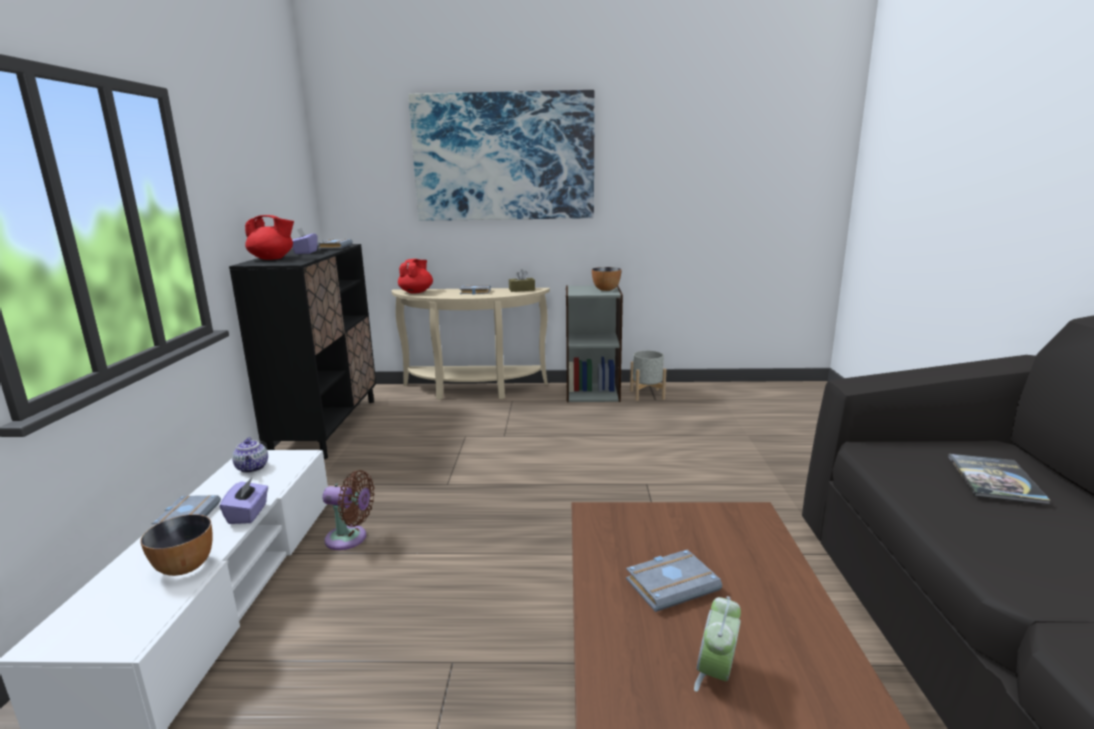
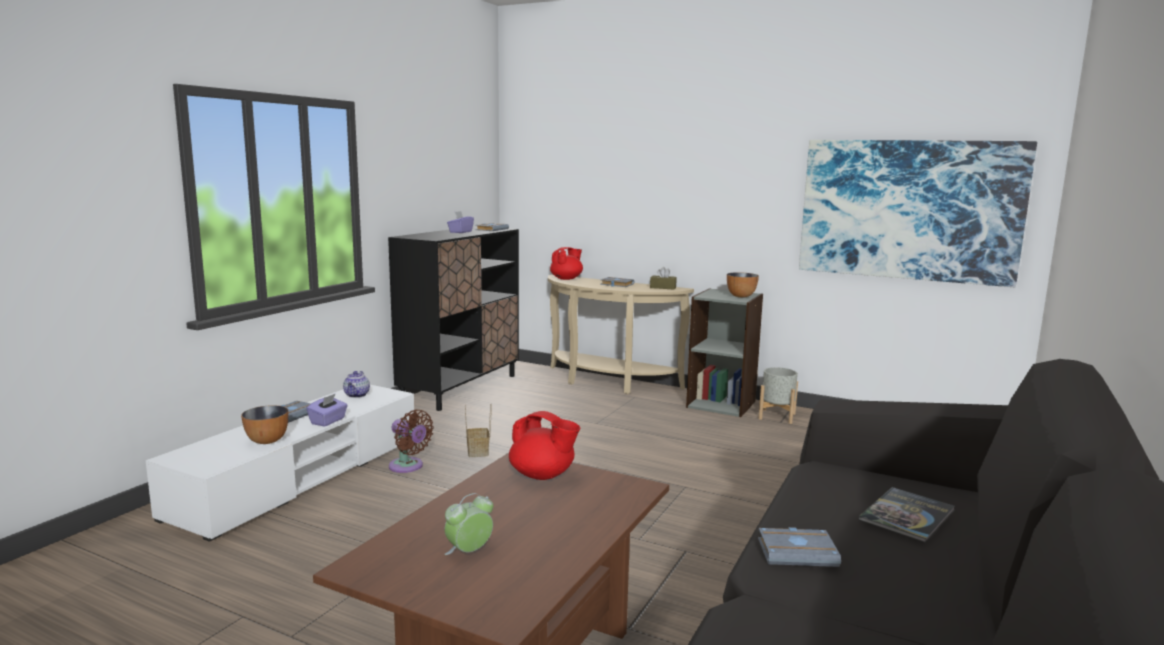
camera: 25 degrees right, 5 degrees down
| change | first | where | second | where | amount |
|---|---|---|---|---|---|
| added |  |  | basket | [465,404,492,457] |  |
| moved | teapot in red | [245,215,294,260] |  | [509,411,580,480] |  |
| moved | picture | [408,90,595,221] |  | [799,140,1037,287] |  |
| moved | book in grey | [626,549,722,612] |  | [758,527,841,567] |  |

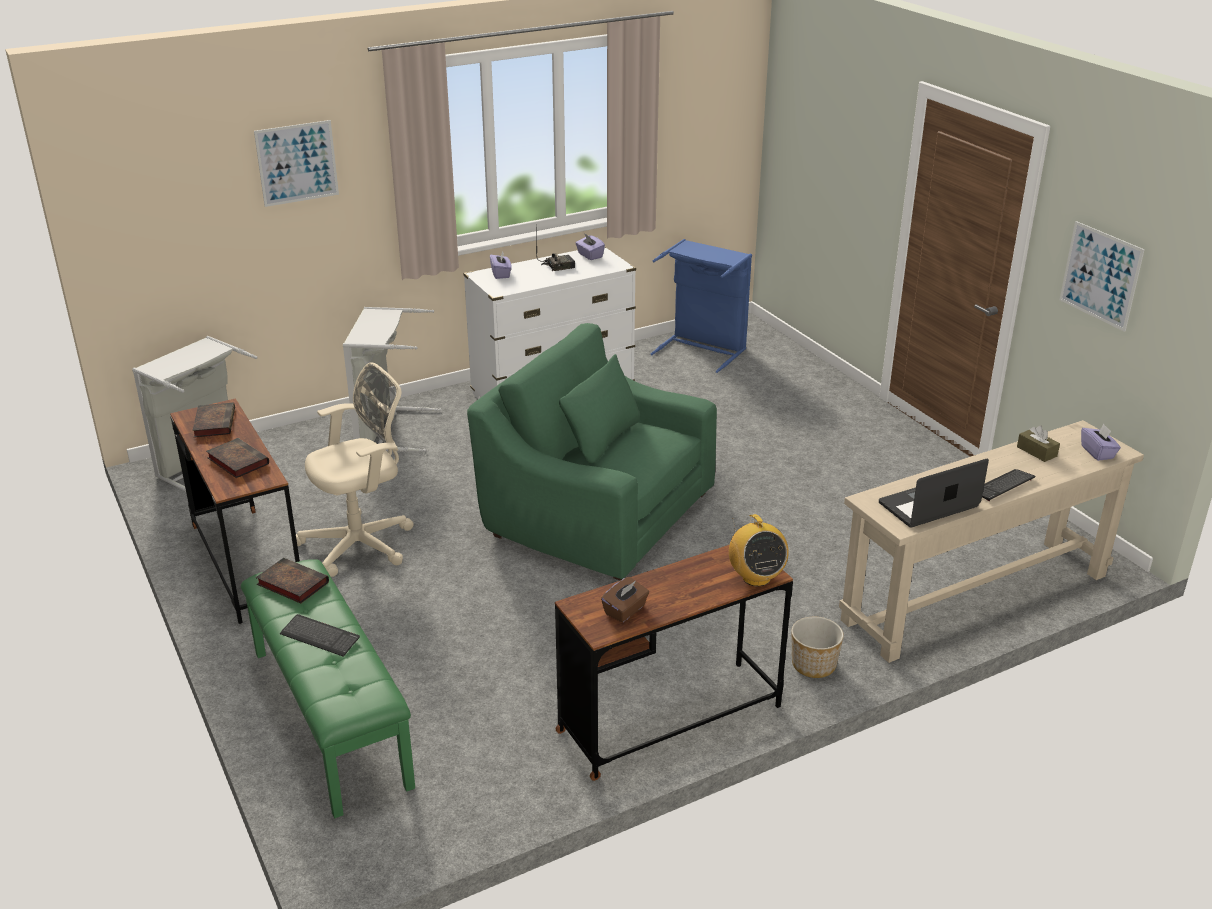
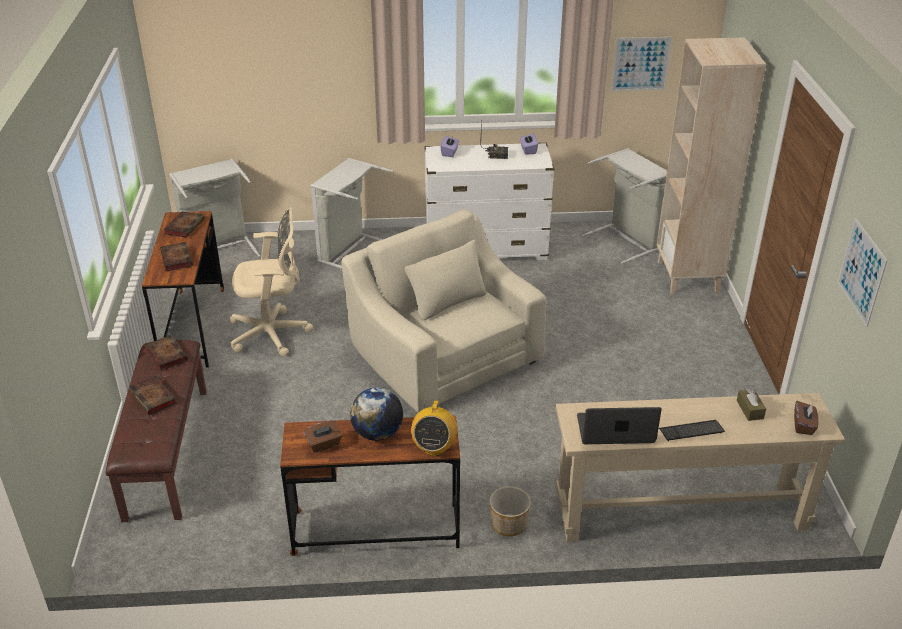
camera: 25 degrees right, 5 degrees up
| change | first | where | second | where | amount |
|---|---|---|---|---|---|
| added |  |  | globe | [350,387,403,441] |  |
| added |  |  | bookcase in beige | [657,37,766,294] |  |
| moved | picture | [254,120,339,207] |  | [611,37,672,91] |  |
| replaced | keyboard | [280,614,360,657] | book | [129,376,176,415] |  |
| recoloured | bench in green | [241,559,415,818] | bench in brown | [106,340,207,522] |  |
| recoloured | armchair in green | [467,323,717,580] | armchair in beige | [341,209,546,413] |  |
| recoloured | laundry basket in blue | [651,239,752,373] | laundry basket in grey | [581,148,667,264] |  |
| recoloured | tissue box in purple | [1081,423,1121,461] | tissue box in brown | [794,401,818,435] |  |

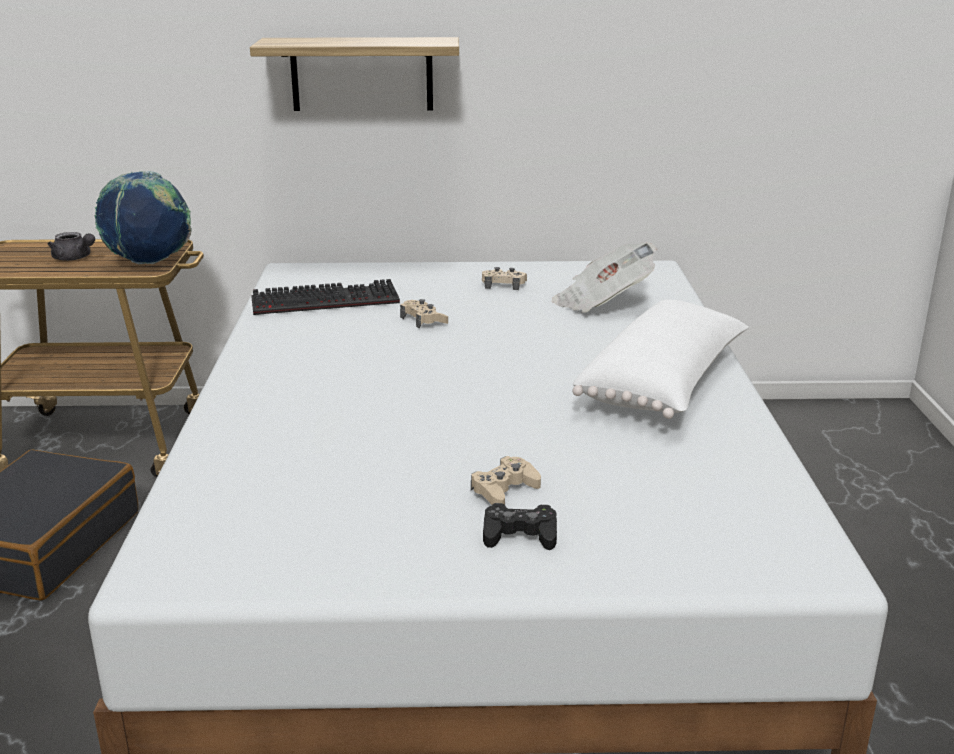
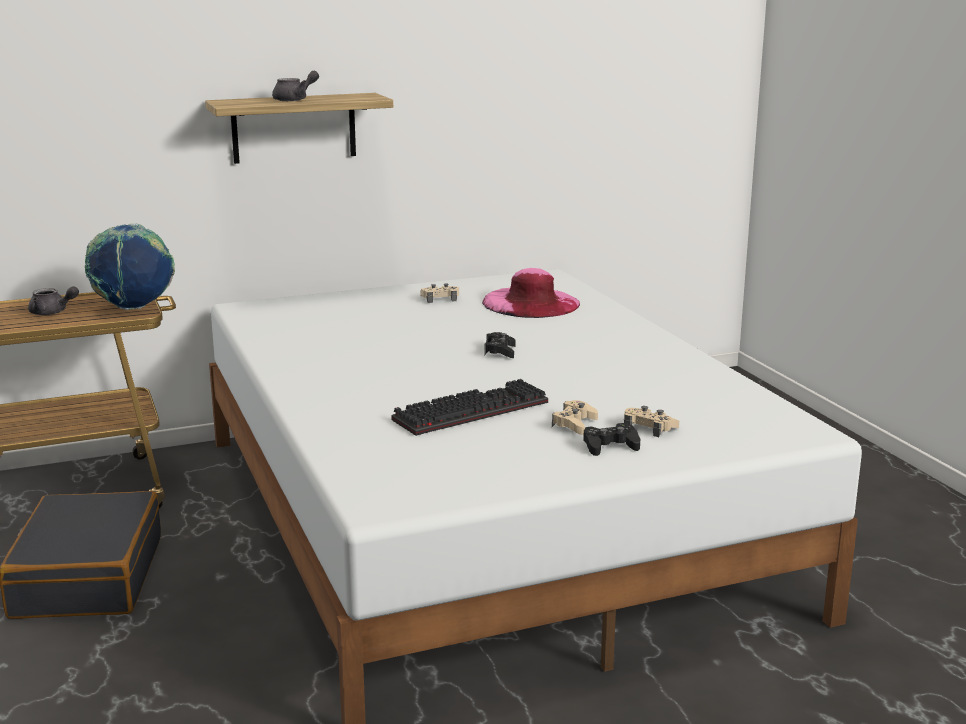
camera: 20 degrees left, 5 degrees down
| change | first | where | second | where | amount |
|---|---|---|---|---|---|
| removed | pillow in white | [572,300,749,419] |  |  |  |
| added |  |  | teapot in grey | [272,71,319,101] |  |
| added |  |  | game controller in black | [485,332,516,358] |  |
| moved | keyboard | [251,279,400,315] |  | [392,379,548,436] |  |
| moved | game controller in beige | [400,299,448,328] |  | [624,406,679,437] |  |
| replaced | newspaper | [552,243,657,313] | hat in pink | [482,268,580,318] |  |

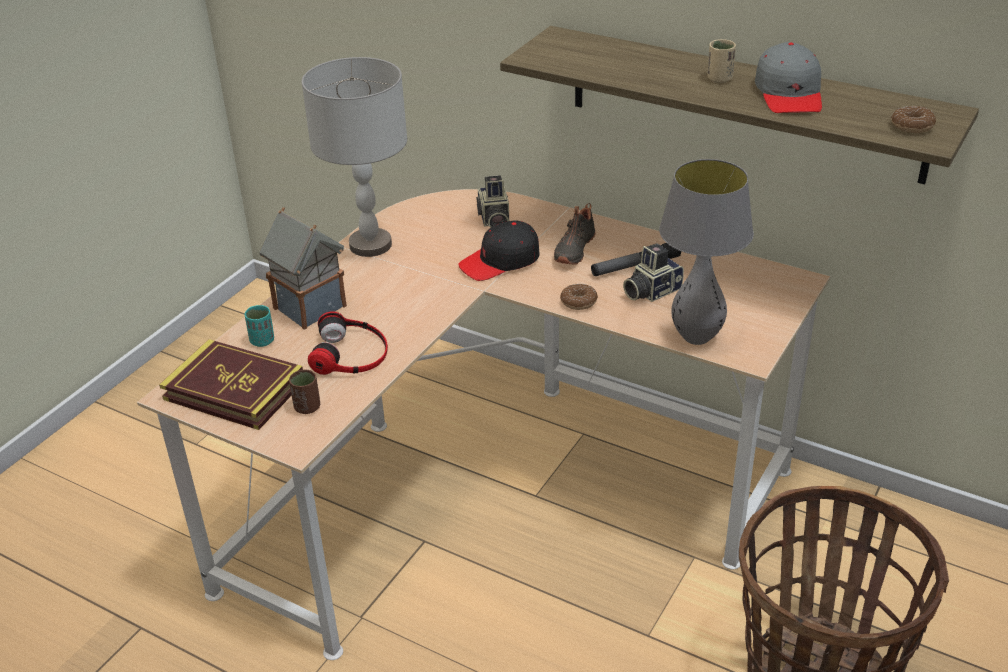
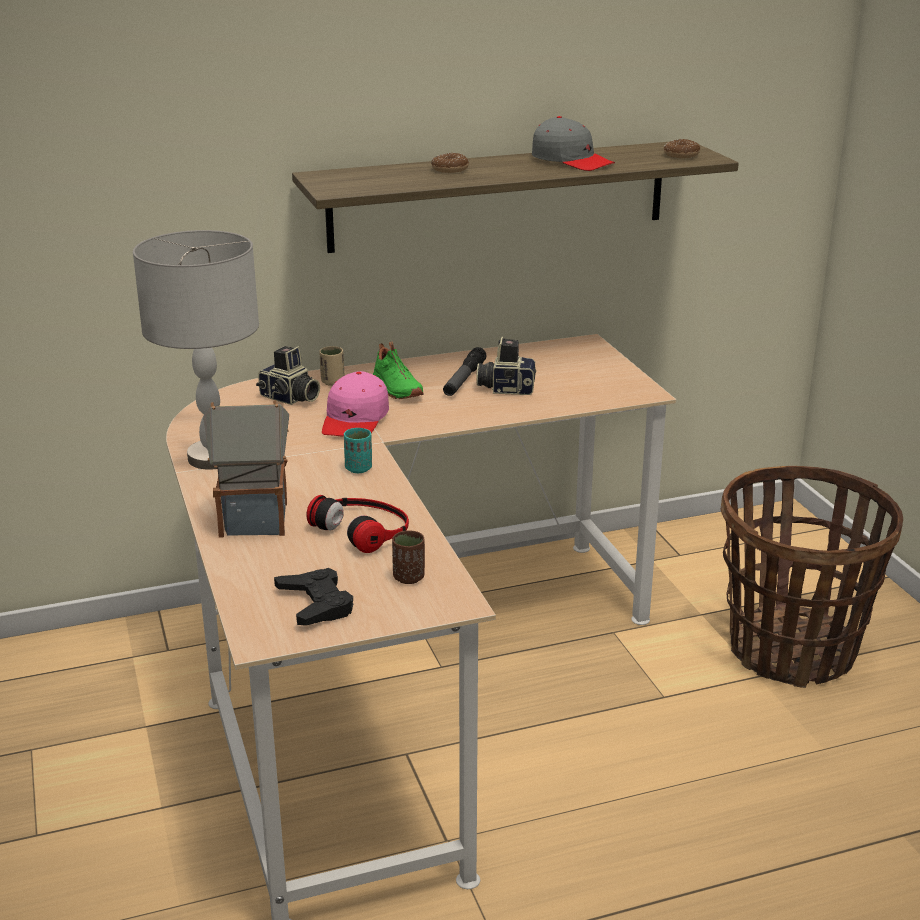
camera: 50 degrees left, 10 degrees down
| change | first | where | second | where | amount |
|---|---|---|---|---|---|
| removed | table lamp in grey | [659,159,754,345] |  |  |  |
| moved | cup in turquoise | [244,305,274,347] |  | [344,428,372,473] |  |
| moved | donut | [560,284,598,310] |  | [431,153,469,173] |  |
| moved | cup in beige | [707,39,736,83] |  | [319,346,344,386] |  |
| replaced | book | [159,339,303,430] | game controller in black | [274,568,354,626] |  |
| recoloured | cap in black | [458,221,540,281] | cap in pink | [322,371,389,437] |  |
| recoloured | shoe in black | [554,203,596,265] | shoe in green | [373,342,423,399] |  |
| turned | photo camera | [623,244,684,302] |  | [476,337,536,395] | 90 degrees clockwise |

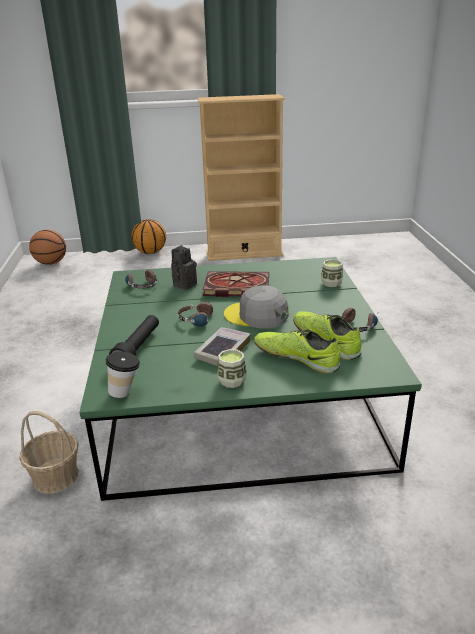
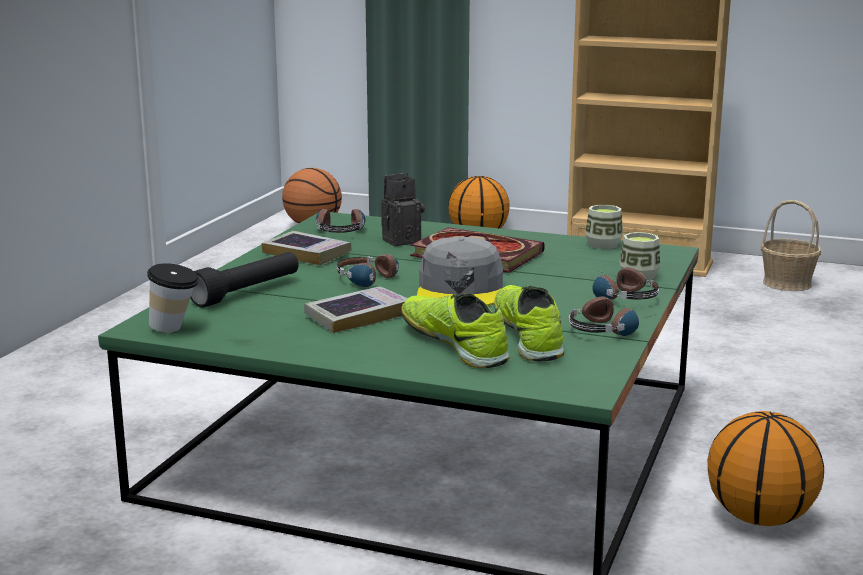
camera: 25 degrees right, 10 degrees down
| change | first | where | second | where | amount |
|---|---|---|---|---|---|
| added |  |  | book | [261,231,352,265] |  |
| added |  |  | headphones | [592,267,659,300] |  |
| added |  |  | basketball | [708,411,824,526] |  |
| moved | basket | [19,411,79,494] |  | [761,200,821,291] |  |
| moved | cup | [217,349,247,388] |  | [585,205,623,249] |  |
| turned | cap in grey | [224,285,288,328] |  | [417,237,503,306] | 135 degrees counterclockwise |

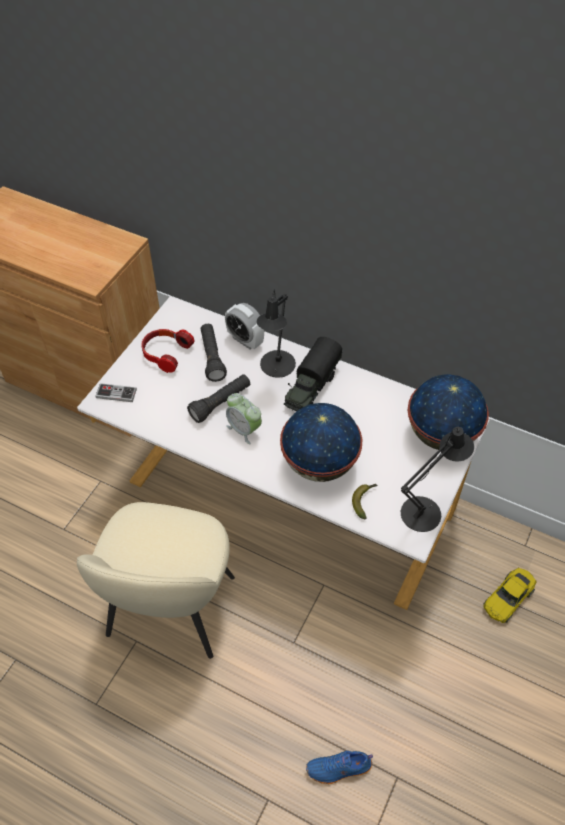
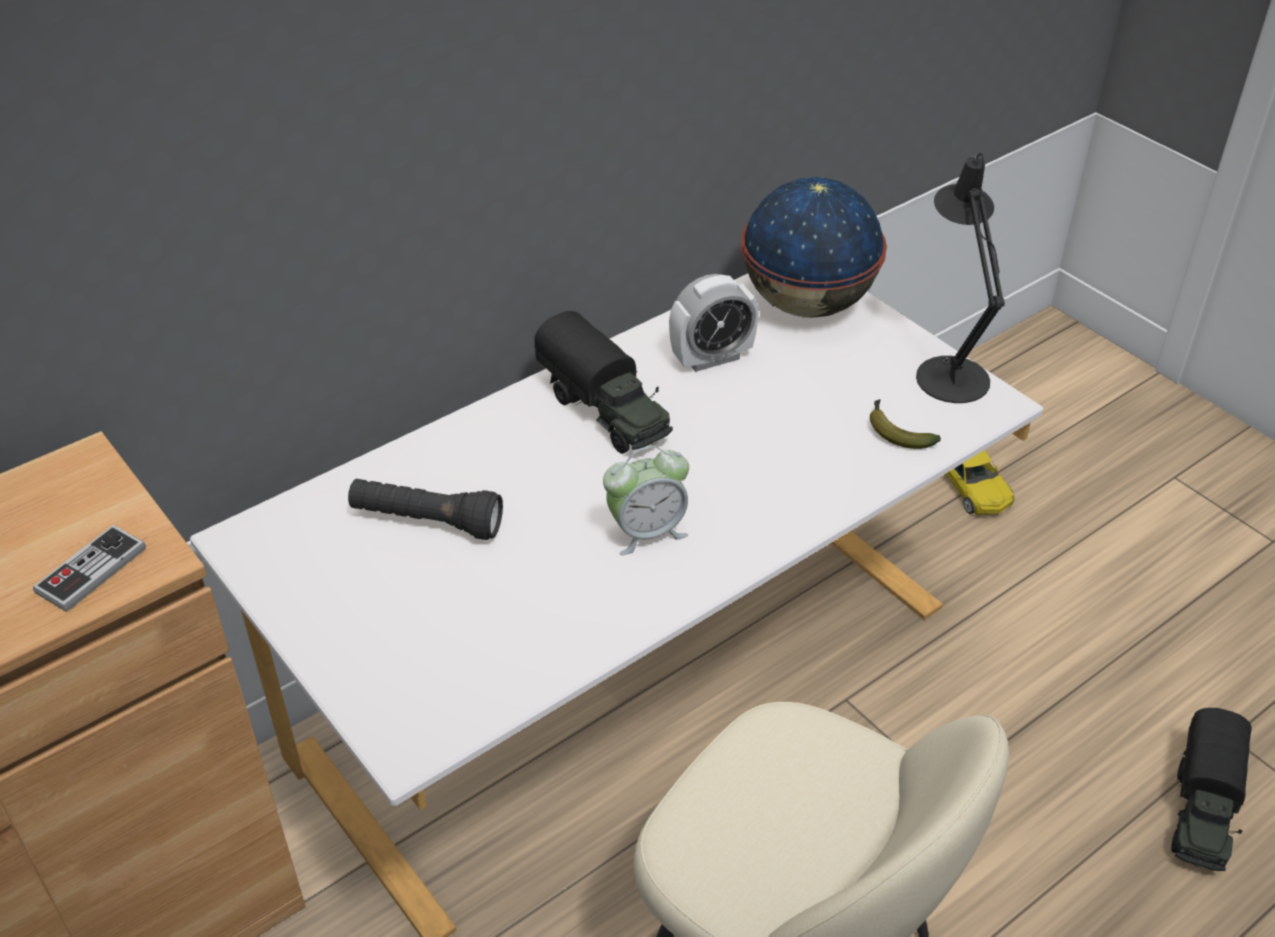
camera: 65 degrees left, 10 degrees down
| change | first | where | second | where | amount |
|---|---|---|---|---|---|
| removed | headphones | [141,329,195,373] |  |  |  |
| removed | flashlight in black | [187,374,250,423] |  |  |  |
| removed | table lamp in black | [257,289,296,378] |  |  |  |
| removed | globe | [280,403,362,482] |  |  |  |
| moved | game controller | [95,383,137,402] |  | [33,525,146,612] |  |
| moved | alarm clock | [225,303,264,350] |  | [669,274,759,372] |  |
| replaced | shoe in blue | [306,751,373,784] | toy truck | [1171,708,1252,871] |  |

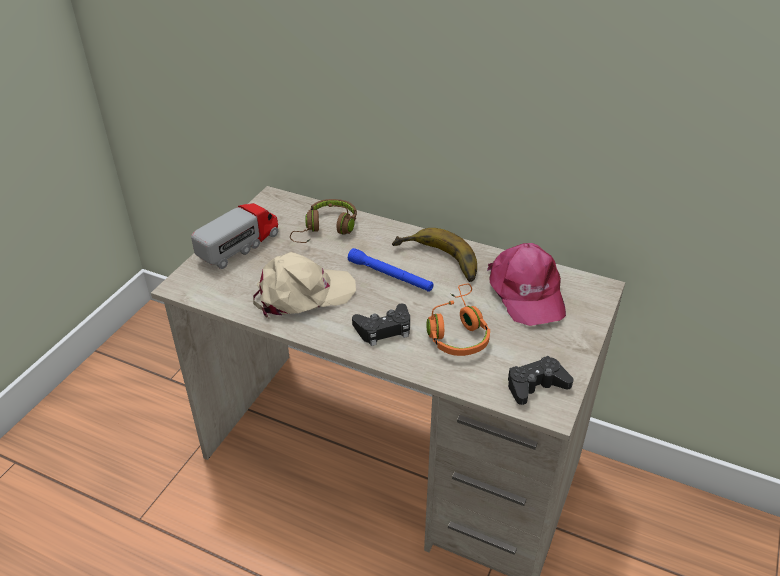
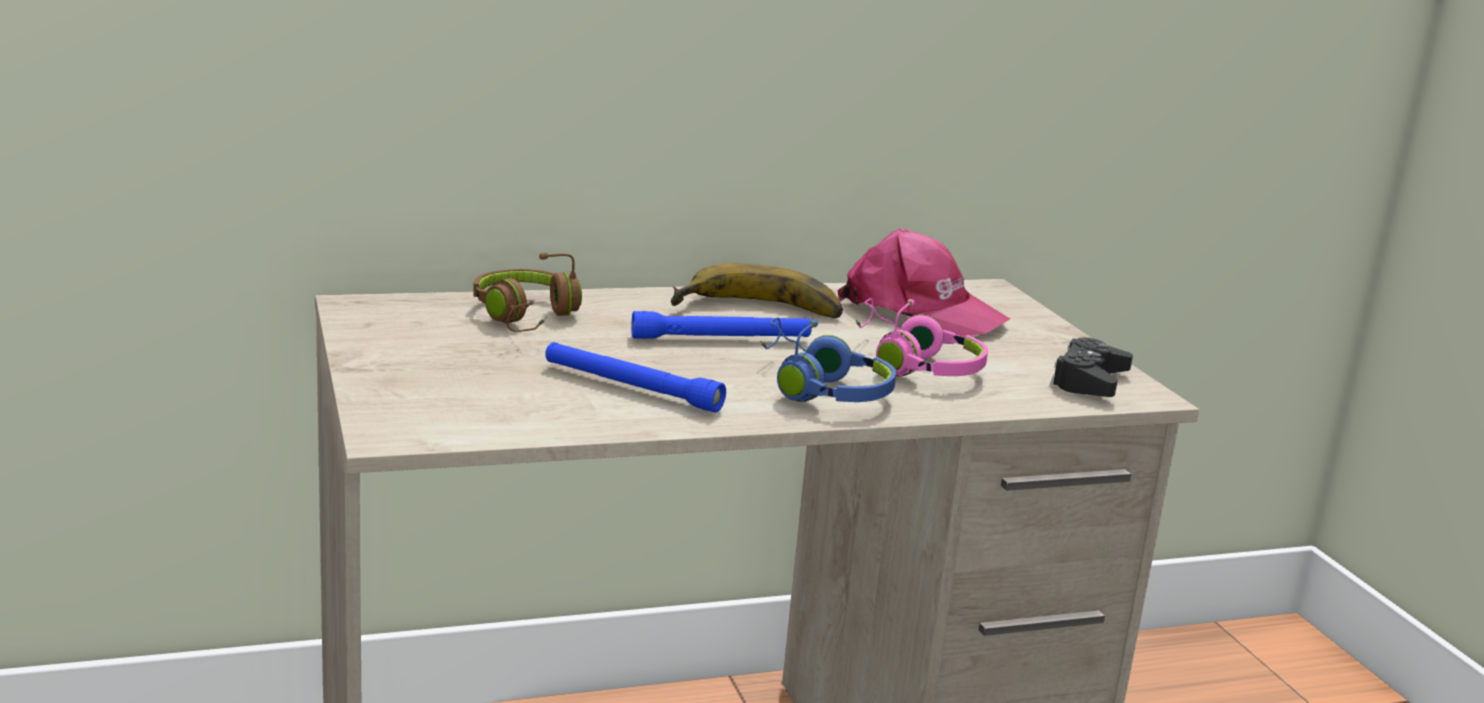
camera: 45 degrees left, 20 degrees down
| change | first | where | second | where | amount |
|---|---|---|---|---|---|
| removed | toy truck | [191,203,278,269] |  |  |  |
| replaced | cap in beige | [253,252,356,319] | flashlight in blue | [545,342,726,413] |  |
| replaced | game controller in black | [352,304,410,346] | headphones in blue | [760,317,896,402] |  |
| recoloured | headphones in orange | [426,283,490,356] | headphones in pink | [856,298,988,377] |  |

